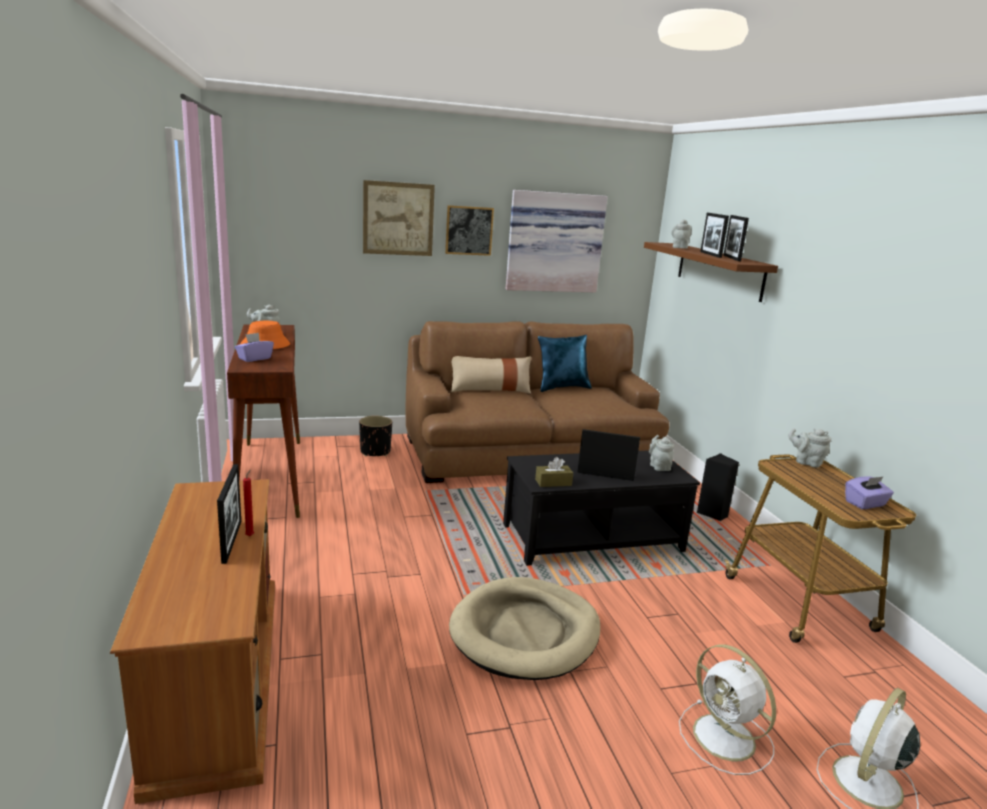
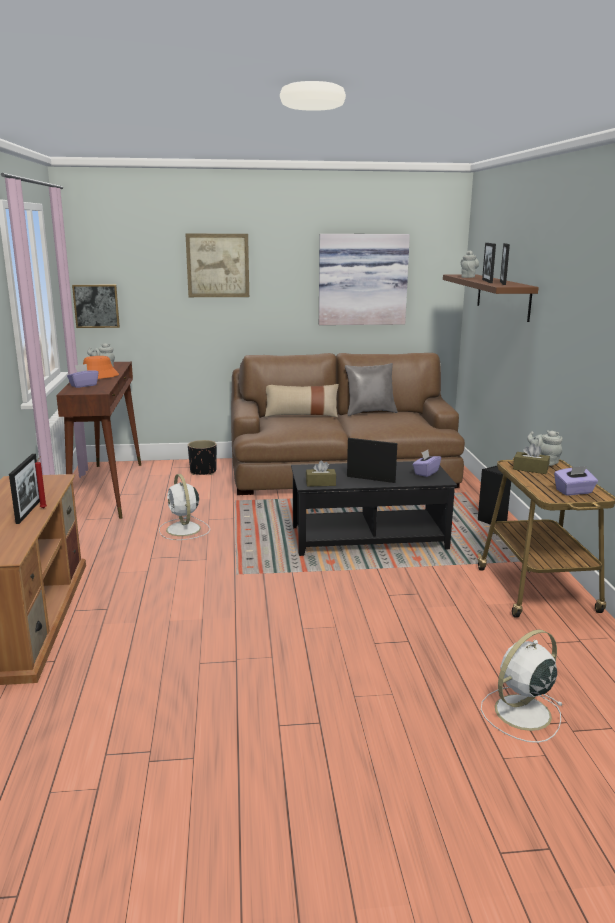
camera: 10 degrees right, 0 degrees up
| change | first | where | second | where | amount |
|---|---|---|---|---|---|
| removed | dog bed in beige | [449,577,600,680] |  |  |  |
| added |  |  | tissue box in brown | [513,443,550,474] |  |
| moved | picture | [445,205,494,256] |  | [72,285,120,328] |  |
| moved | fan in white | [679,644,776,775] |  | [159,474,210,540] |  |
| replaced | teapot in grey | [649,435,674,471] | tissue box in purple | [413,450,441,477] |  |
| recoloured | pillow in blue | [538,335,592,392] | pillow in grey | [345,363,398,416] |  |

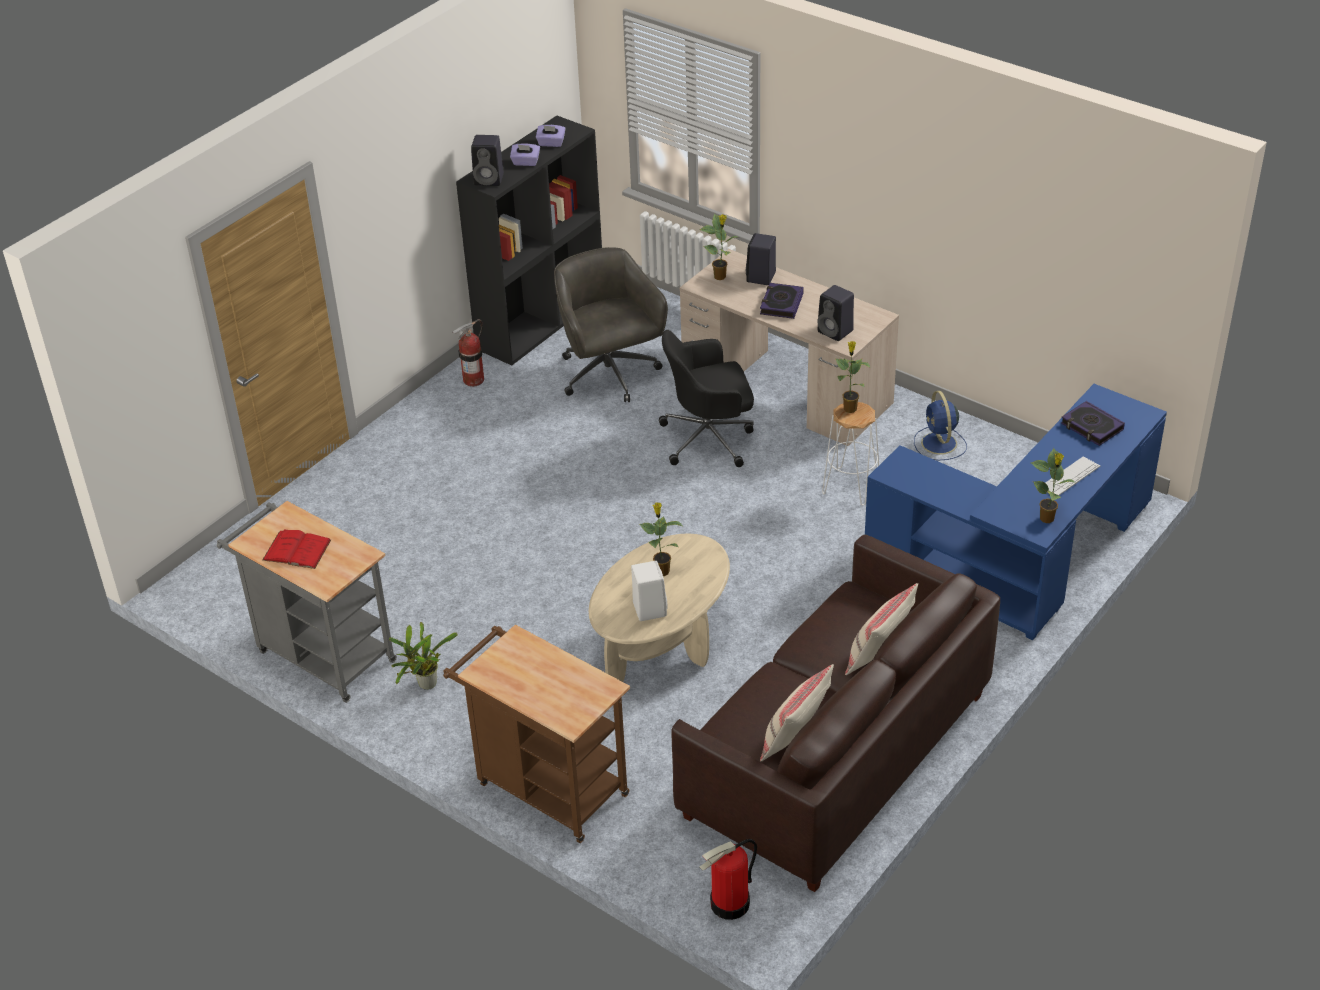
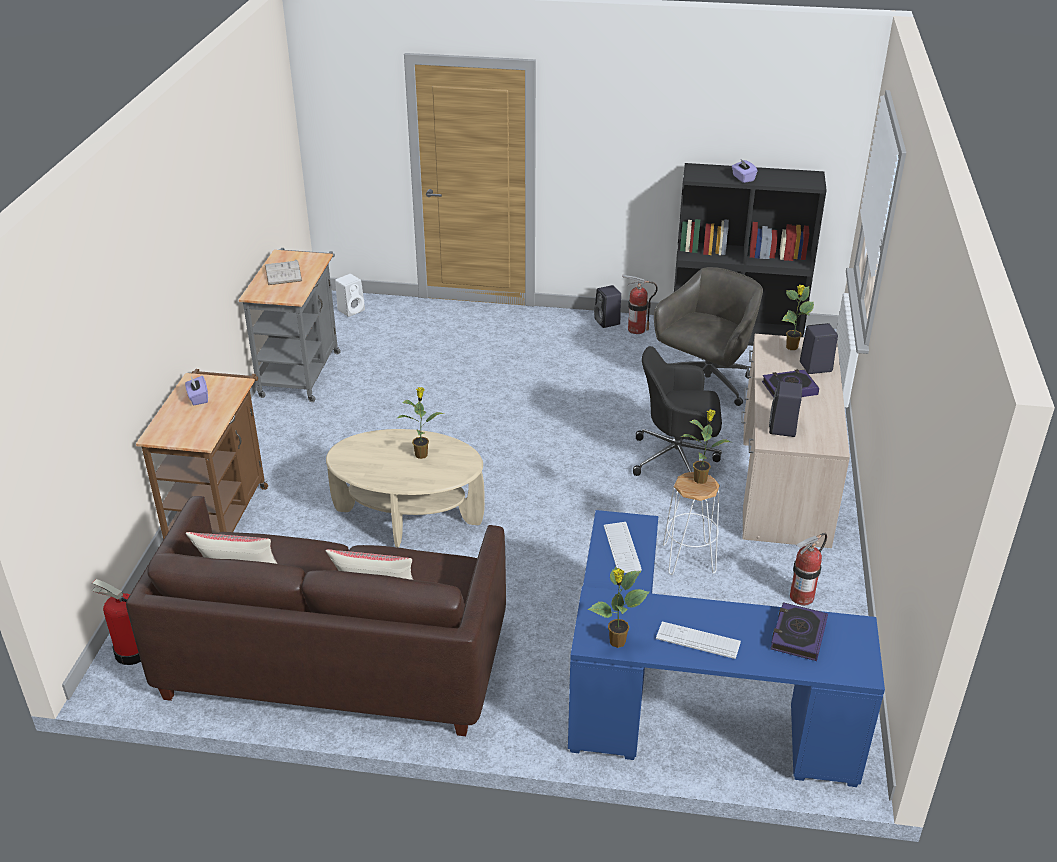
camera: 60 degrees right, 5 degrees down
| change | first | where | second | where | amount |
|---|---|---|---|---|---|
| removed | potted plant | [389,622,458,690] |  |  |  |
| added |  |  | keyboard | [604,522,642,573] |  |
| moved | speaker in black | [471,135,504,186] |  | [594,285,621,328] |  |
| moved | tissue box in purple | [536,125,565,147] |  | [185,376,208,405] |  |
| moved | speaker in white | [631,561,668,621] |  | [335,274,365,317] |  |
| replaced | fan in blue | [914,391,967,460] | fire extinguisher | [790,533,827,606] |  |
| recoloured | book in red | [262,529,331,569] | book in white | [265,260,302,285] |  |
| turned | office chair in black | [659,330,754,467] |  | [633,346,722,476] | 45 degrees counterclockwise |

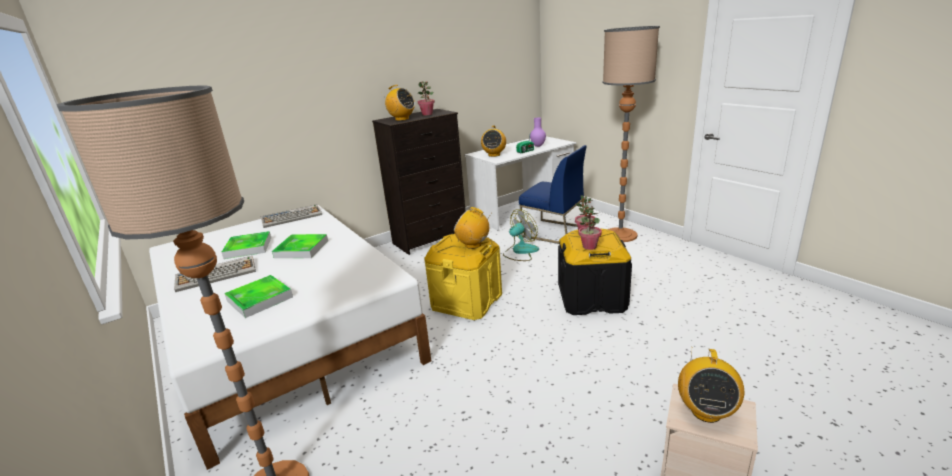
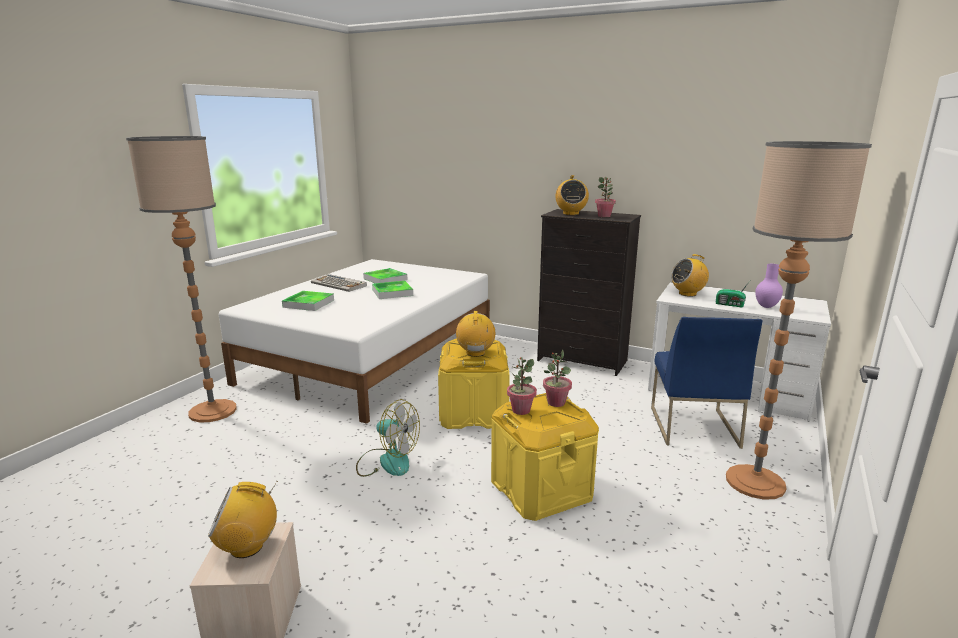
camera: 60 degrees right, 5 degrees down
| change | first | where | second | where | amount |
|---|---|---|---|---|---|
| removed | keyboard | [260,204,322,228] |  |  |  |
| moved | fan | [503,210,539,261] |  | [356,399,420,477] |  |
| recoloured | storage box in black | [558,229,632,315] | storage box in yellow | [491,393,599,521] |  |

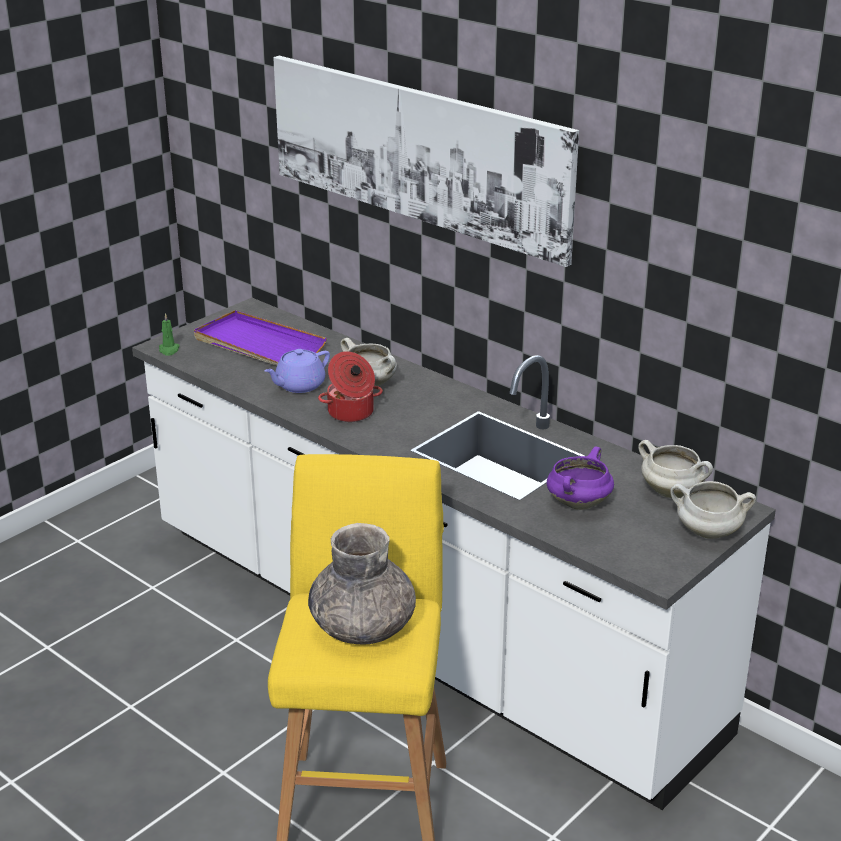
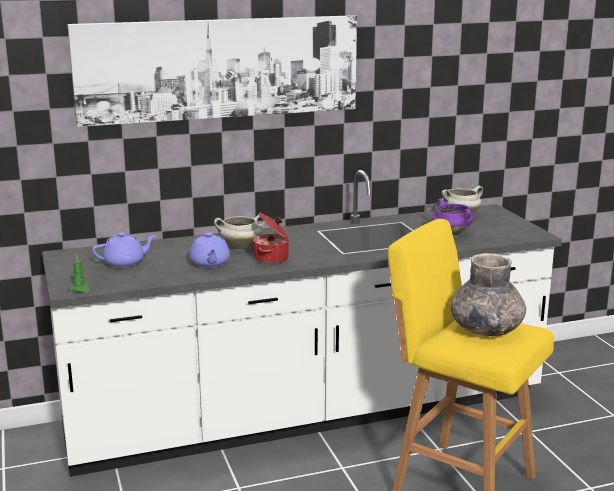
camera: 60 degrees left, 10 degrees down
| change | first | where | second | where | amount |
|---|---|---|---|---|---|
| removed | cooking pot in white | [670,481,756,539] |  |  |  |
| replaced | tray in purple | [194,310,327,365] | teapot in purple | [92,232,157,267] |  |

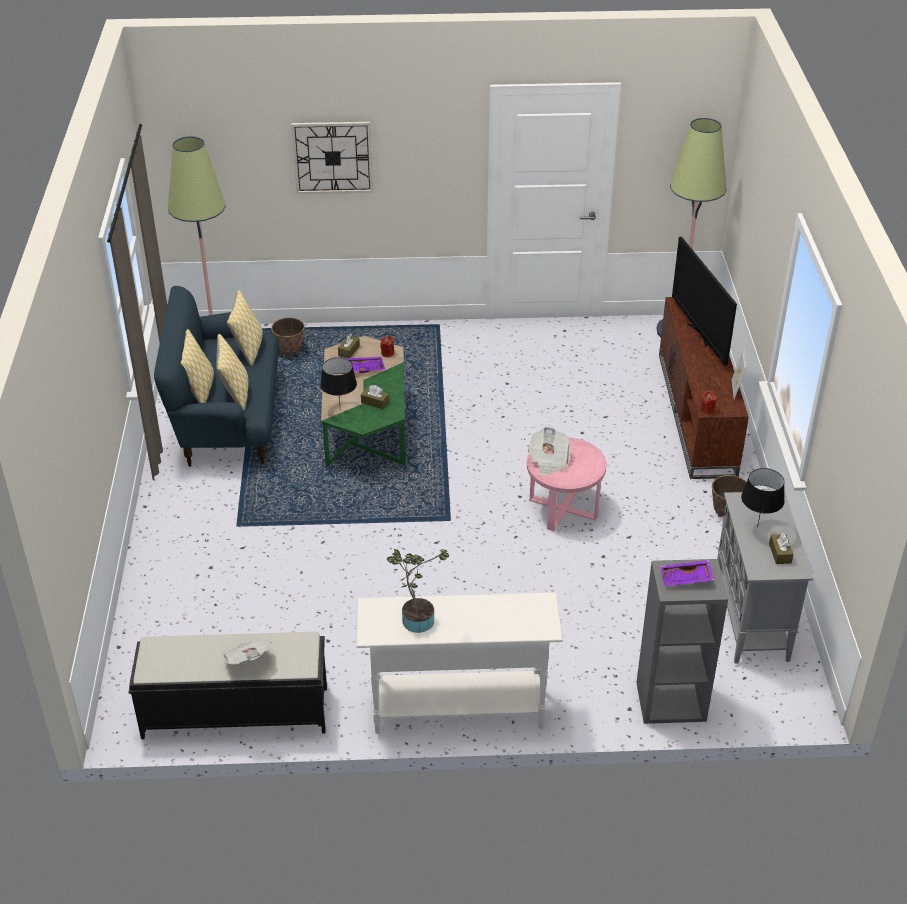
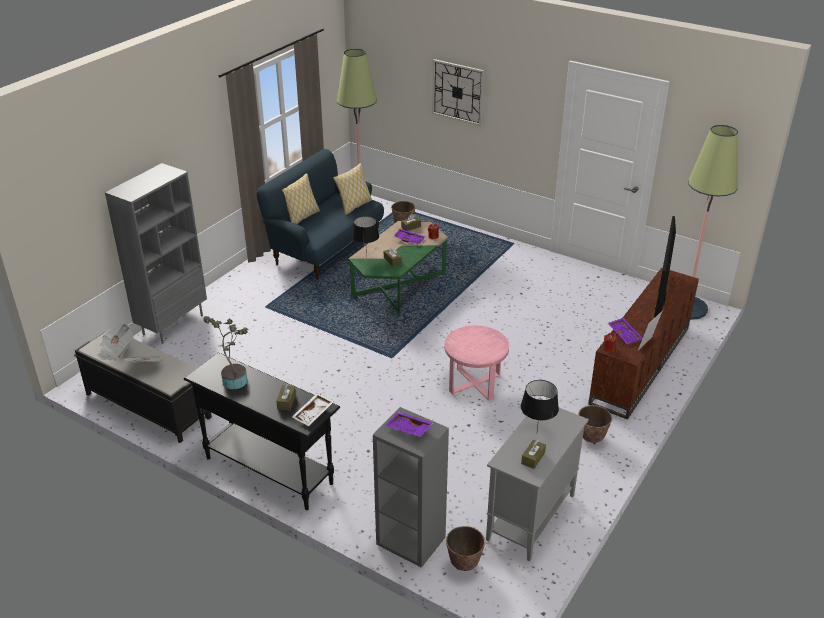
camera: 35 degrees right, 5 degrees down
| change | first | where | second | where | amount |
|---|---|---|---|---|---|
| removed | pillow | [216,334,249,411] |  |  |  |
| added |  |  | bookcase in grey | [105,163,207,344] |  |
| added |  |  | tissue box in brown | [276,384,296,411] |  |
| added |  |  | tray in white | [292,393,334,426] |  |
| added |  |  | planter | [446,526,485,571] |  |
| added |  |  | tray in purple | [608,318,643,344] |  |
| moved | newspaper | [528,426,571,476] |  | [97,324,134,361] |  |
| recoloured | console table in white | [356,593,563,734] | console table in black | [184,352,340,510] |  |

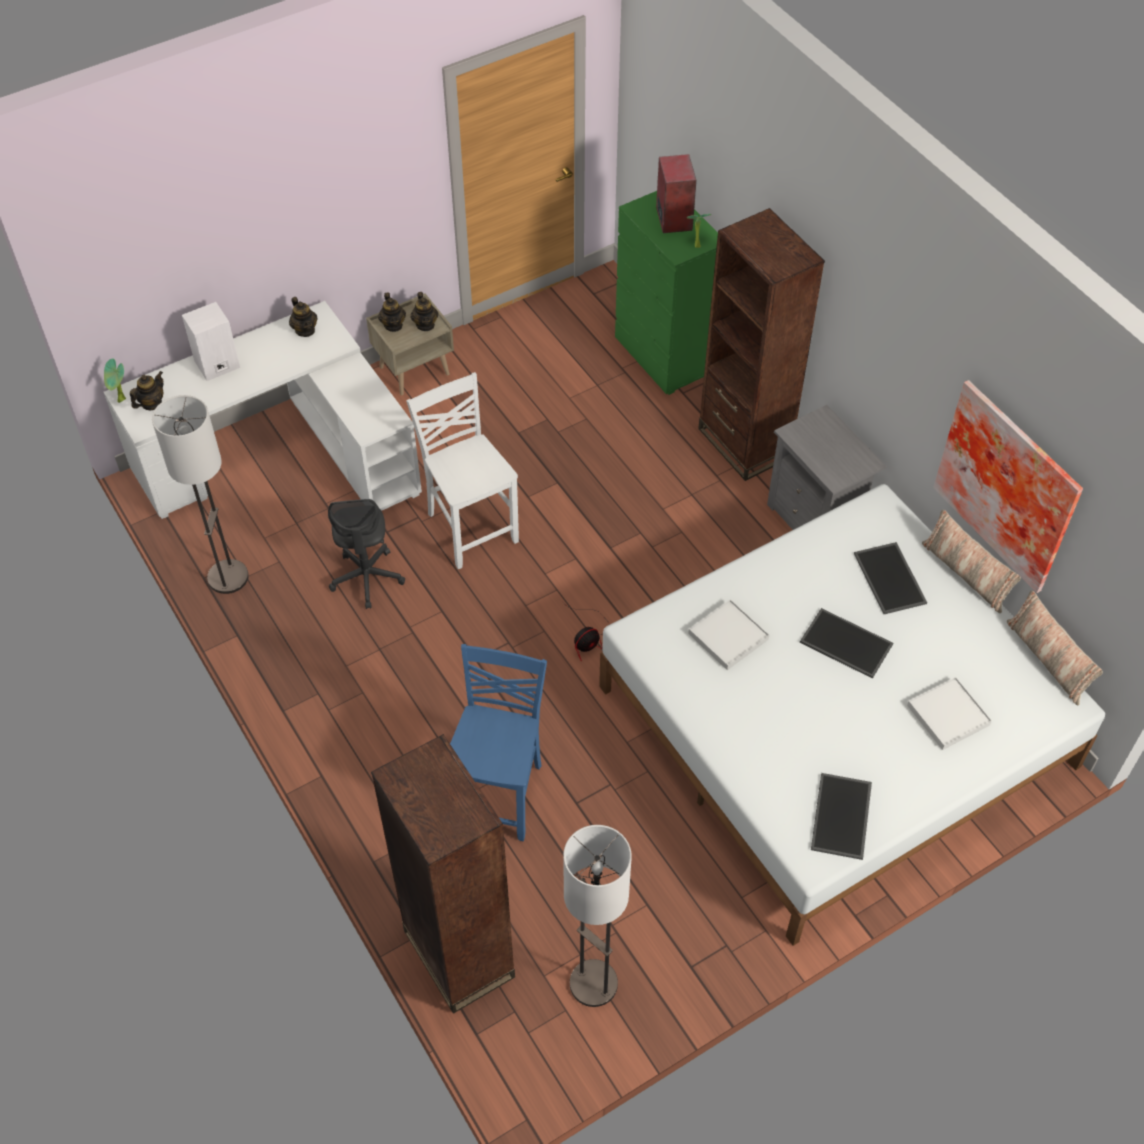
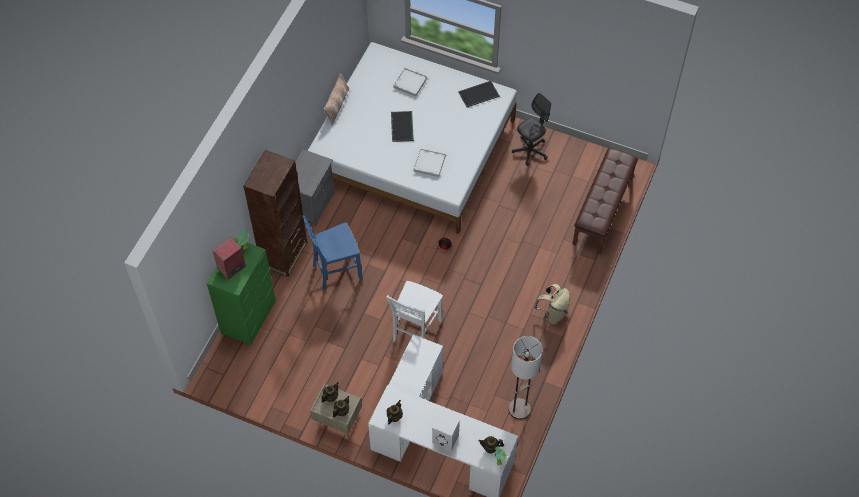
camera: 125 degrees left, 5 degrees up
| change | first | where | second | where | amount |
|---|---|---|---|---|---|
| removed | floor lamp | [563,825,632,1007] |  |  |  |
| removed | tray | [854,542,927,614] |  |  |  |
| removed | picture | [933,380,1083,593] |  |  |  |
| removed | pillow | [1007,591,1103,705] |  |  |  |
| added |  |  | backpack in beige | [534,284,570,325] |  |
| moved | office chair in grey | [328,499,405,609] |  | [512,93,551,166] |  |
| moved | chair in blue | [450,644,547,841] |  | [302,215,363,291] |  |
| replaced | bookcase in brown | [371,734,515,1014] | bench in brown | [572,148,638,254] |  |

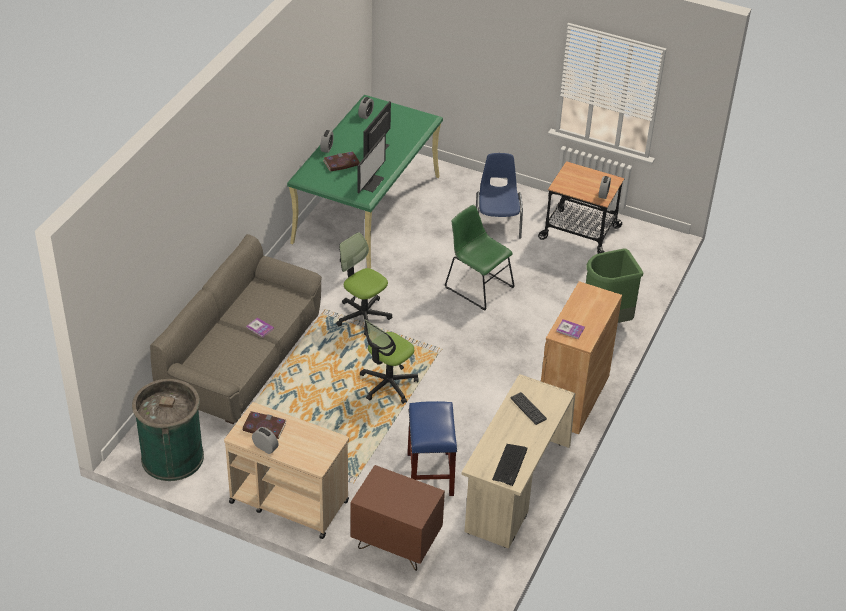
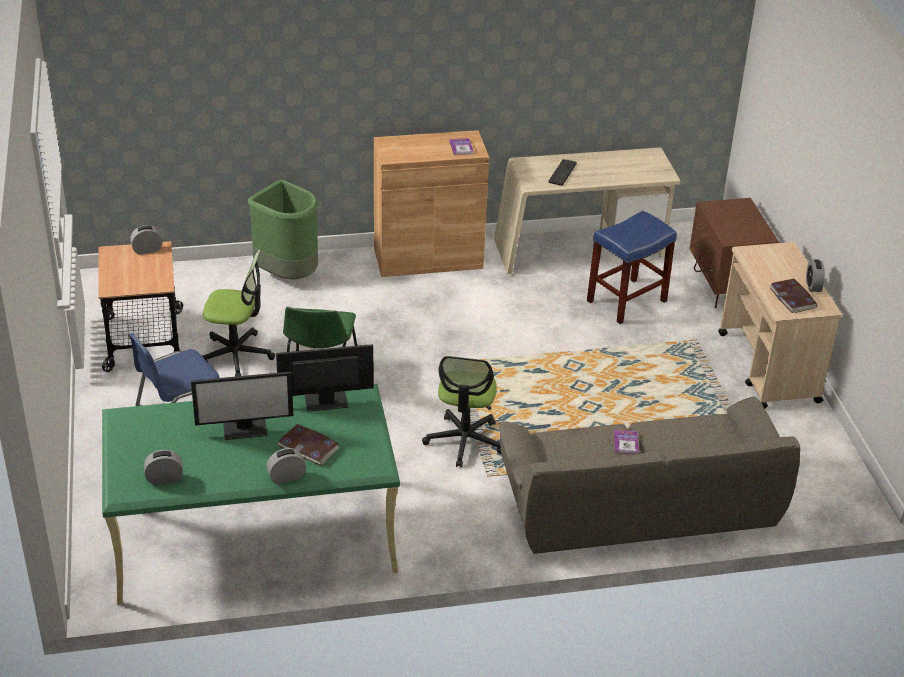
camera: 125 degrees left, 5 degrees down
| change | first | where | second | where | amount |
|---|---|---|---|---|---|
| removed | trash can in green | [132,379,204,481] |  |  |  |
| removed | keyboard | [492,444,527,486] |  |  |  |
| moved | office chair | [360,319,419,404] |  | [202,250,275,377] |  |

